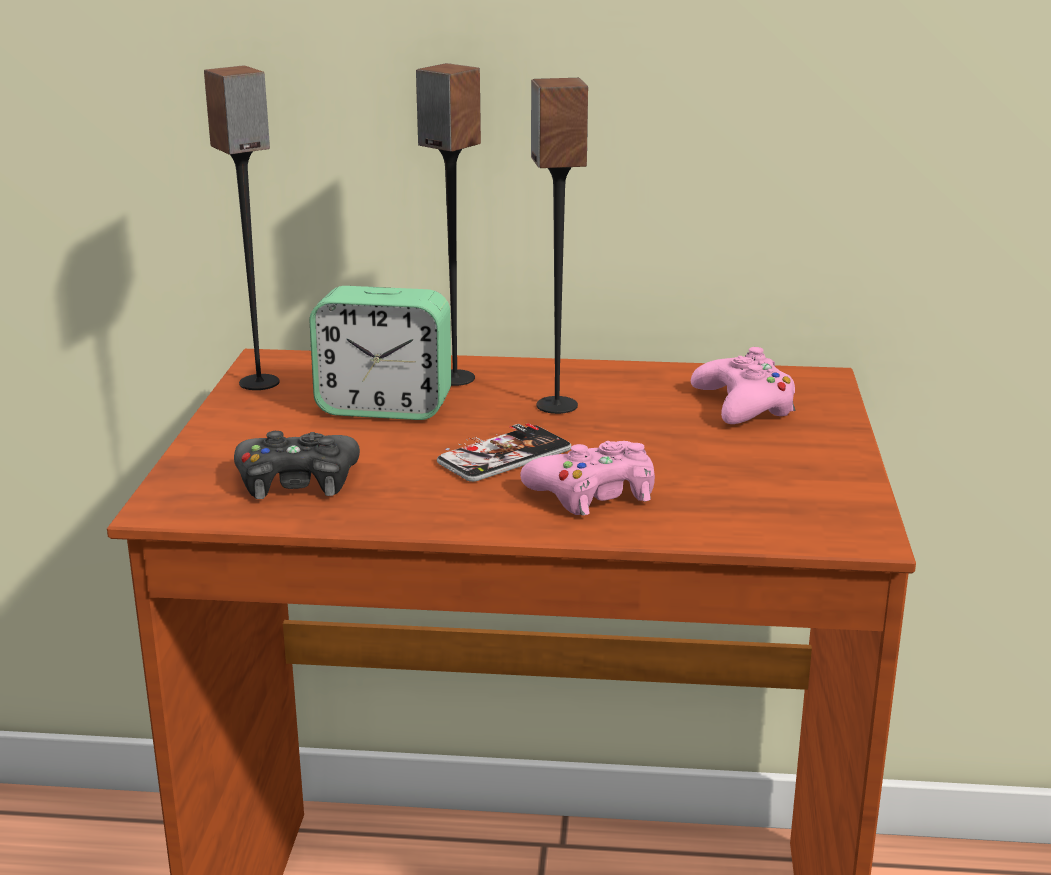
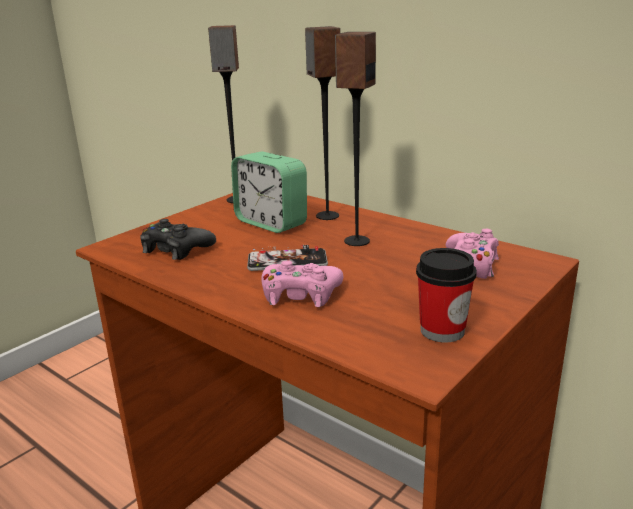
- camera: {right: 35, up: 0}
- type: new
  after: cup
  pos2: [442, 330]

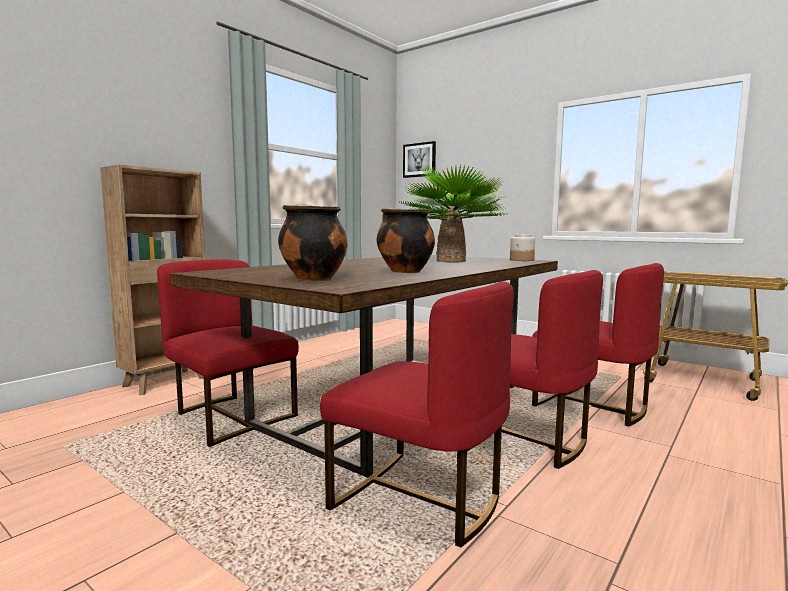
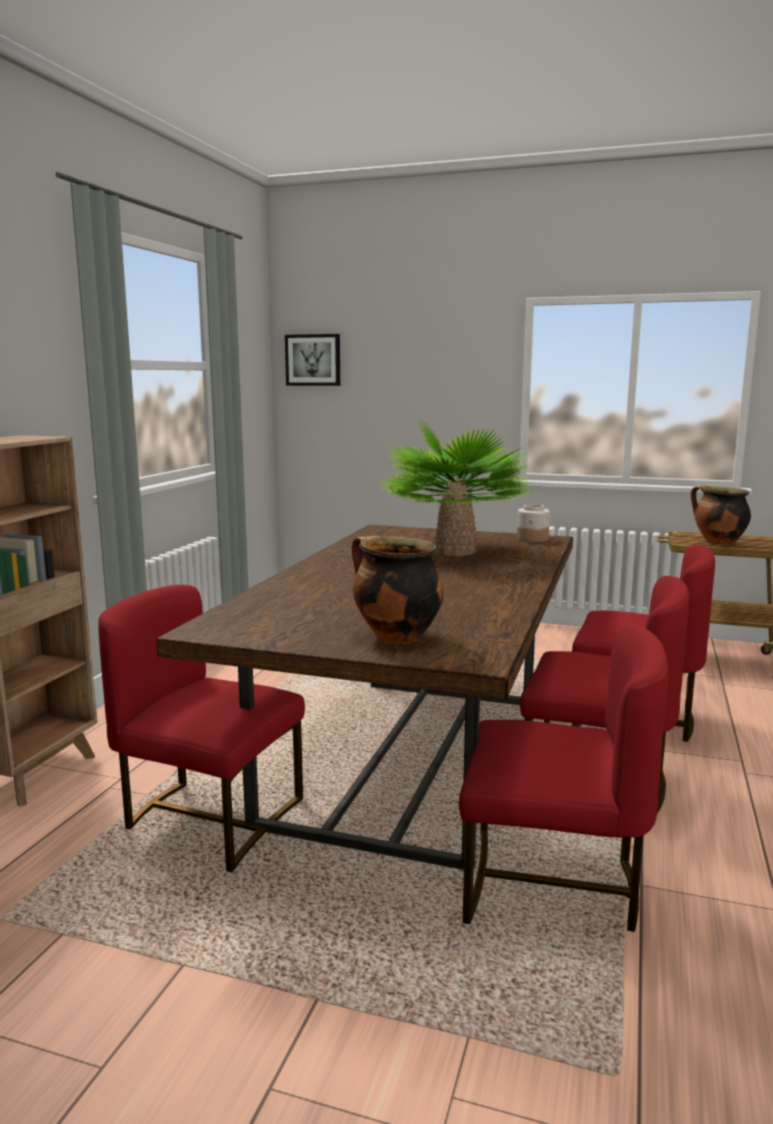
- camera: {right: -20, up: 5}
- type: shifted
  before: cooking pot
  pos1: [403, 271]
  pos2: [717, 542]

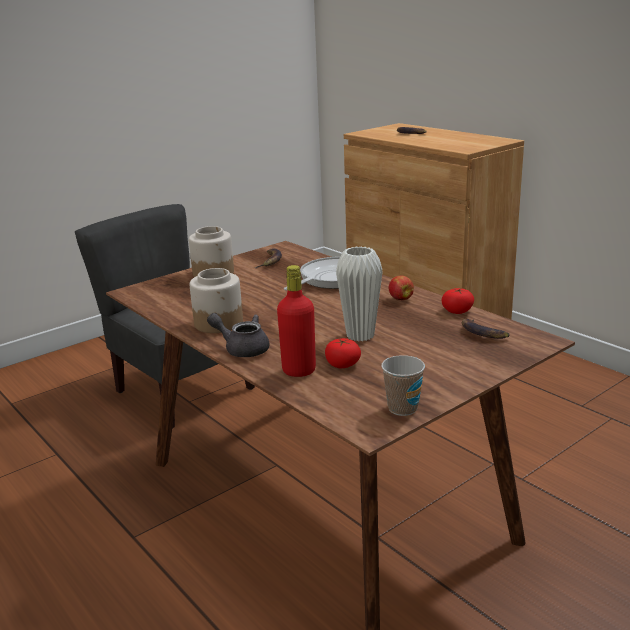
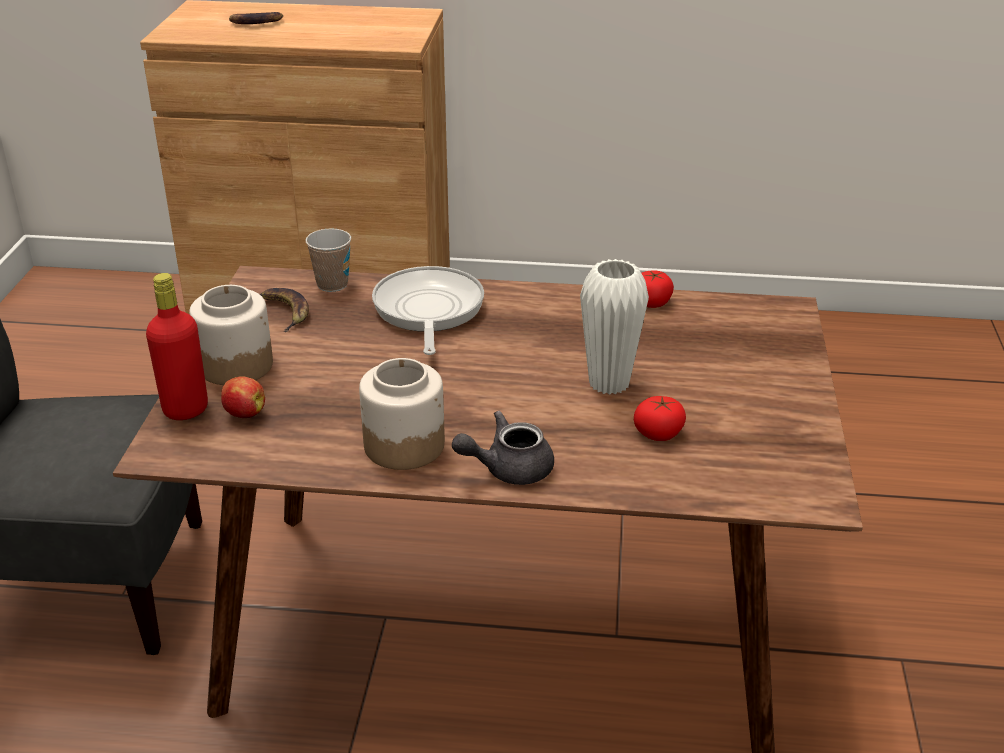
- camera: {right: -45, up: 10}
- type: gone
  before: banana
  pos1: [483, 333]
- type: shifted
  before: red bottle
  pos1: [299, 371]
  pos2: [185, 409]
- type: shifted
  before: cup
  pos1: [402, 408]
  pos2: [332, 284]
- type: shifted
  before: apple
  pos1: [400, 299]
  pos2: [244, 413]

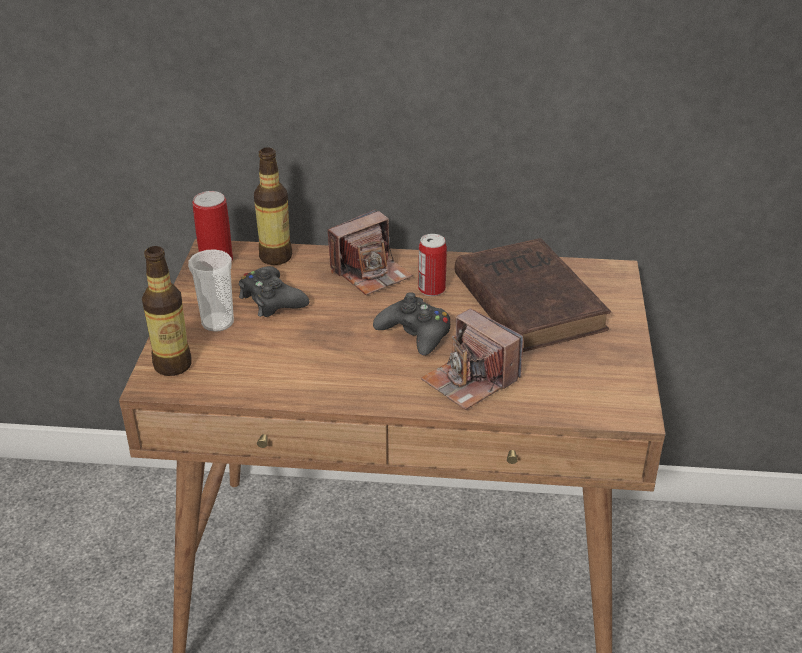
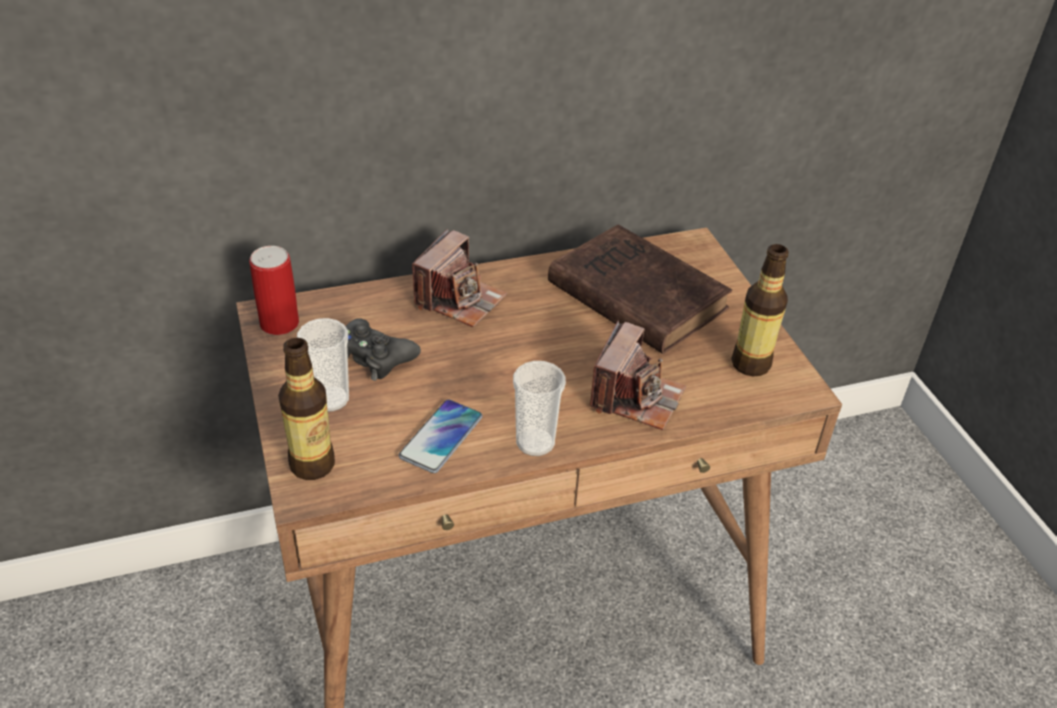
- camera: {right: -25, up: 5}
- type: gone
  before: black game controller
  pos1: [415, 333]
- type: gone
  before: can
  pos1: [431, 289]
- type: new
  after: phone
  pos2: [441, 437]
- type: new
  after: cup
  pos2: [535, 443]
- type: shifted
  before: bottle
  pos1: [276, 257]
  pos2: [750, 364]
- type: rotated
  before: photo camera
  pos1: [470, 380]
  pos2: [636, 397]
  turn: -90

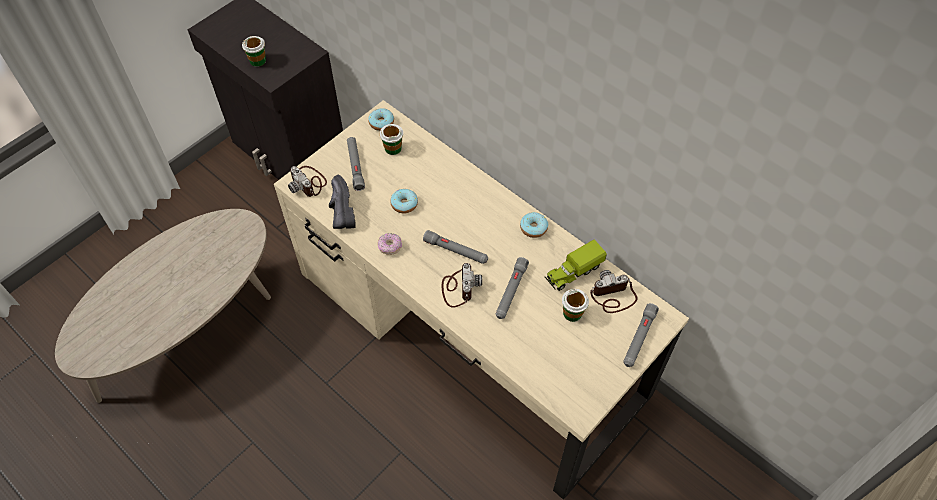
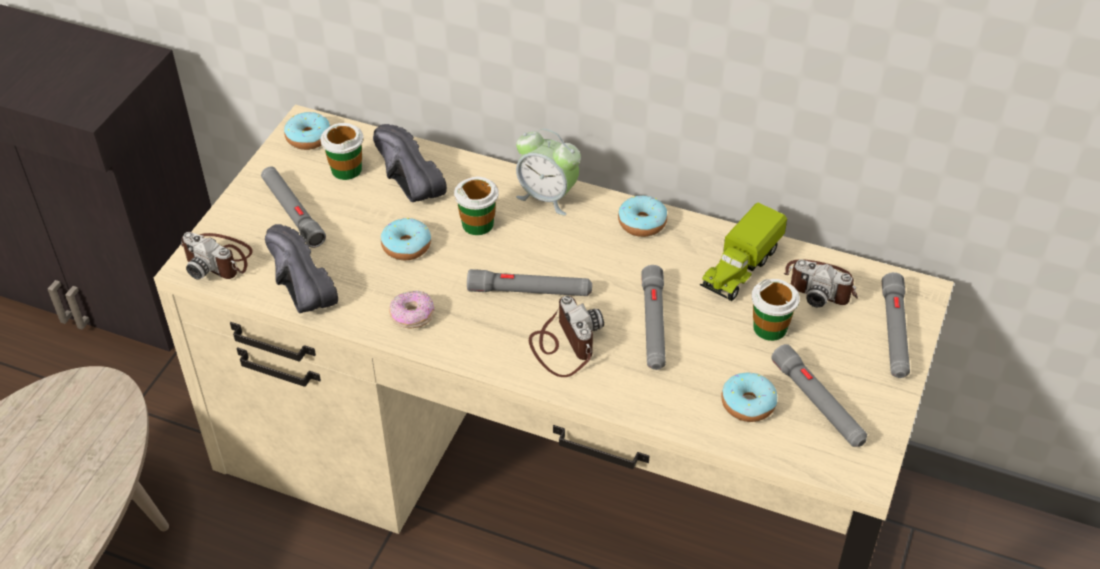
- camera: {right: -20, up: -10}
- type: new
  after: black shoe
  pos2: [402, 180]
- type: new
  after: alarm clock
  pos2: [547, 197]
- type: new
  after: donut
  pos2: [748, 404]
- type: new
  after: grey flashlight
  pos2: [818, 403]
- type: shifted
  before: cup
  pos1: [258, 60]
  pos2: [478, 224]
- type: rotated
  before: photo camera
  pos1: [613, 296]
  pos2: [821, 285]
  turn: -120

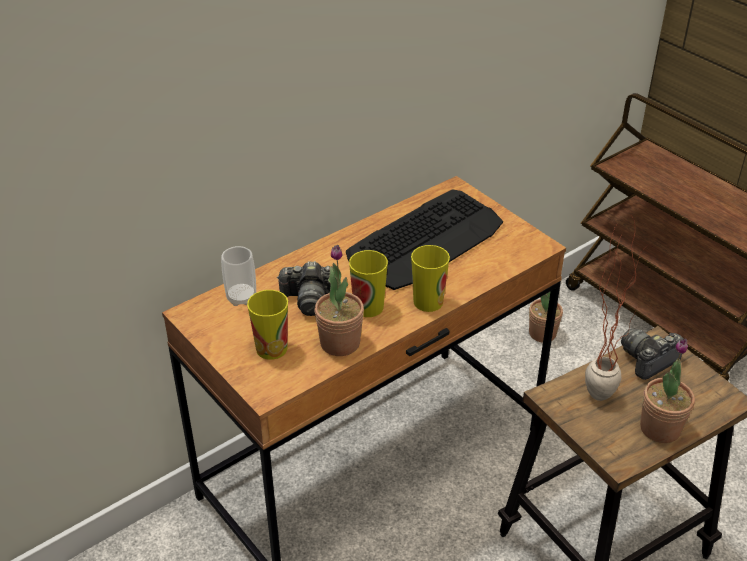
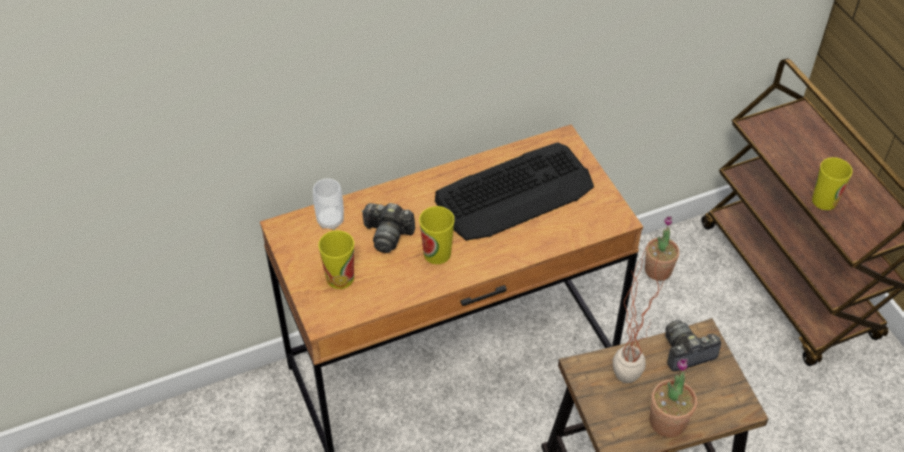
- camera: {right: 15, up: 10}
- type: gone
  before: potted plant
  pos1: [340, 343]
- type: shifted
  before: cup
  pos1: [428, 302]
  pos2: [824, 201]

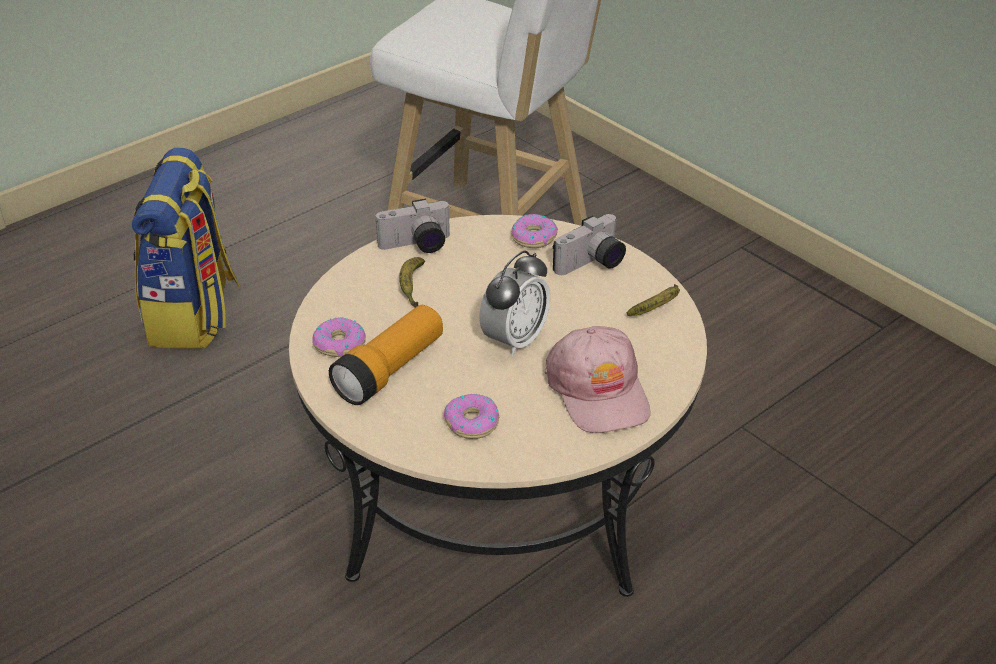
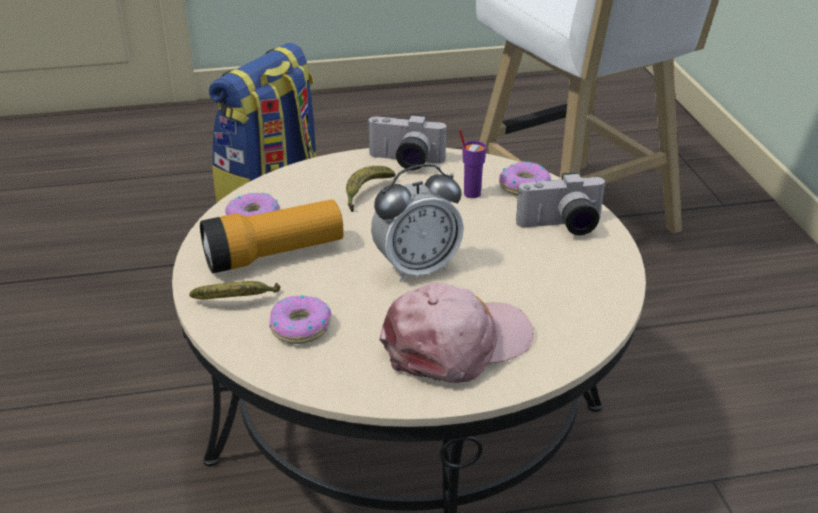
- camera: {right: 30, up: -5}
- type: new
  after: purple cup
  pos2: [471, 193]
- type: shifted
  before: banana
  pos1: [658, 308]
  pos2: [237, 301]
- type: rotated
  before: pink cap
  pos1: [599, 390]
  pos2: [457, 344]
  turn: -135

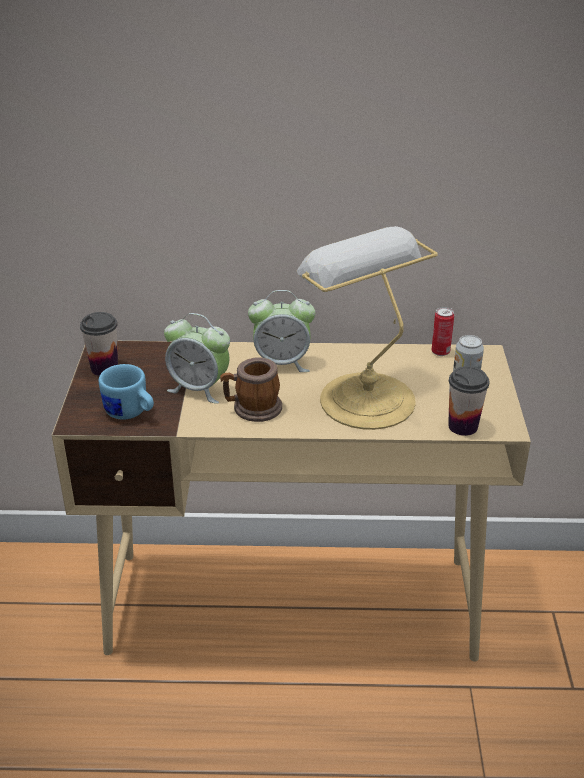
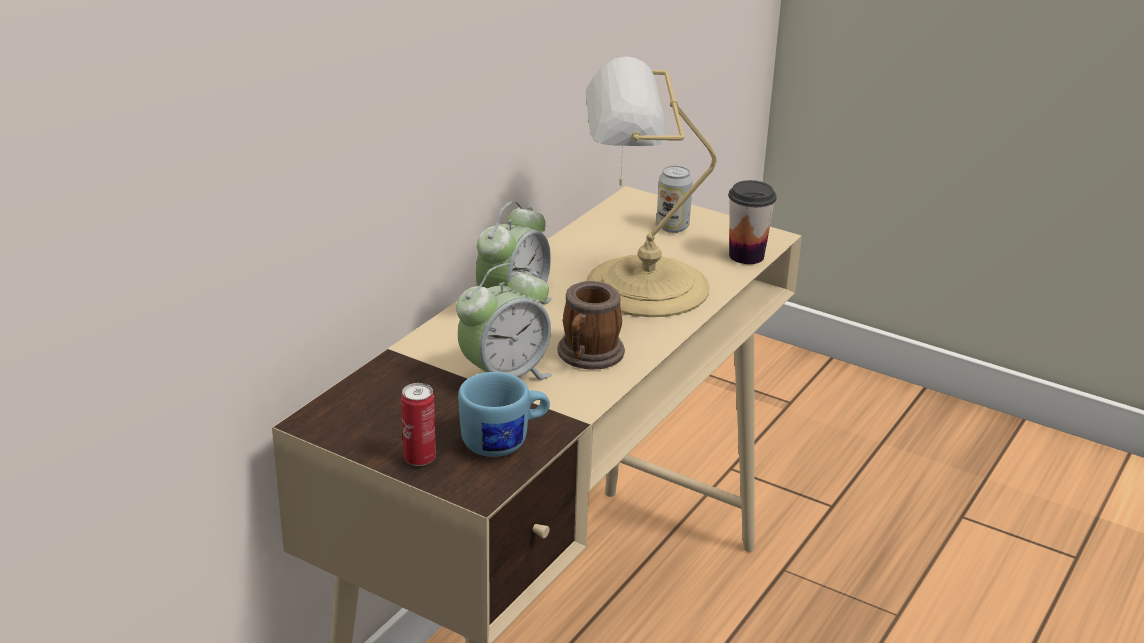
- camera: {right: -60, up: -5}
- type: gone
  before: cup
  pos1: [104, 368]
- type: shifted
  before: can
  pos1: [440, 352]
  pos2: [419, 459]

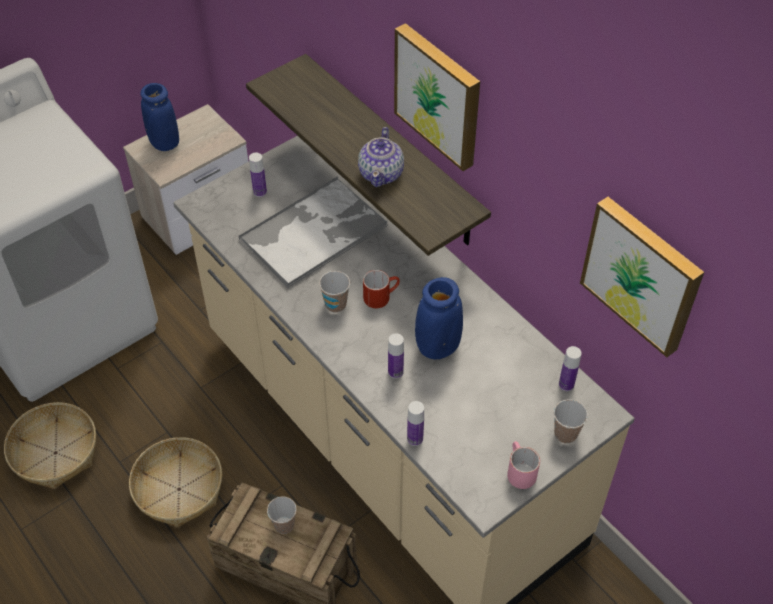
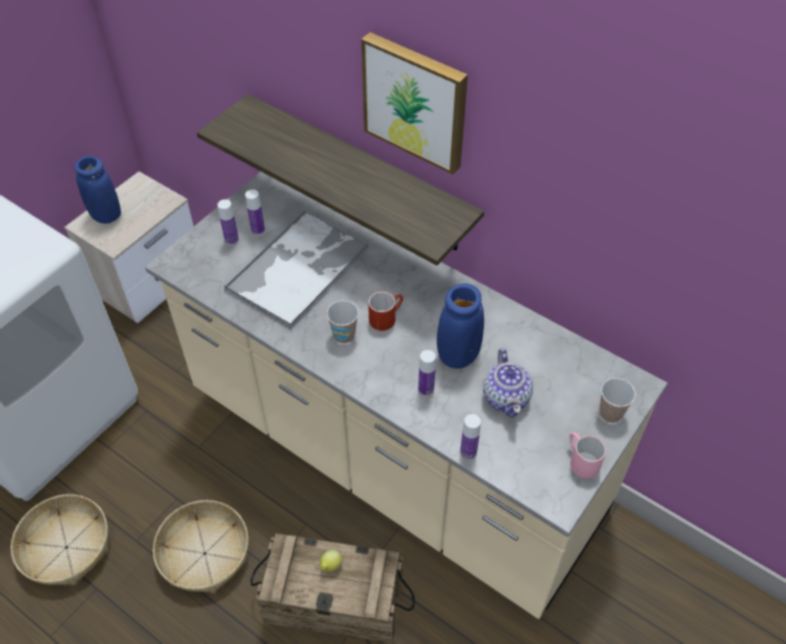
- camera: {right: -15, up: 0}
- type: gone
  before: picture
  pos1: [643, 274]
- type: shifted
  before: teapot
  pos1: [381, 173]
  pos2: [506, 397]
- type: shifted
  before: bottle
  pos1: [566, 385]
  pos2: [258, 230]
- type: swapped
  before: cup
  after: lemon
  pos1: [284, 525]
  pos2: [330, 566]

